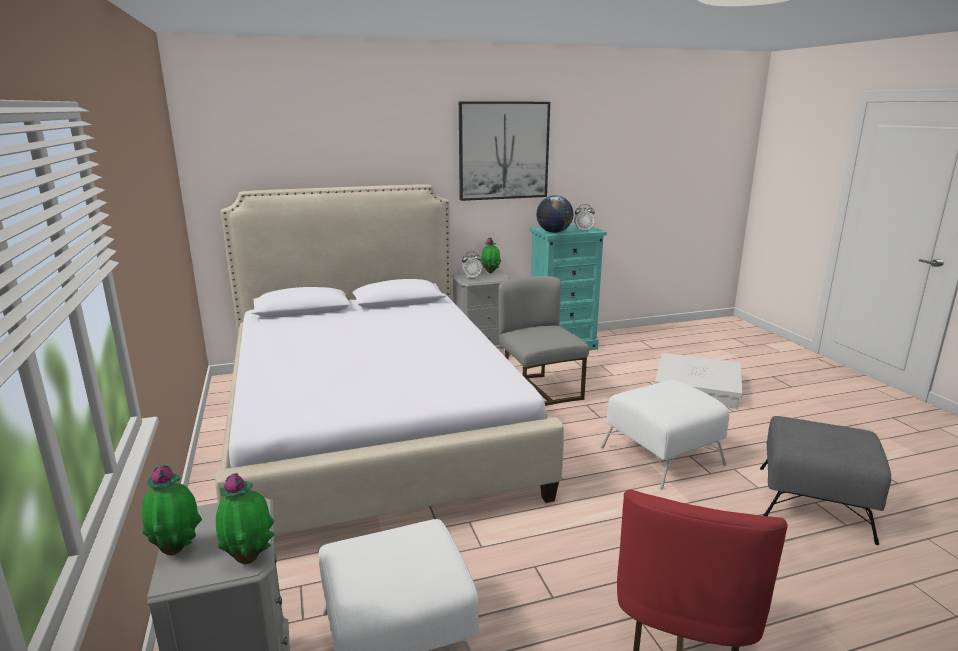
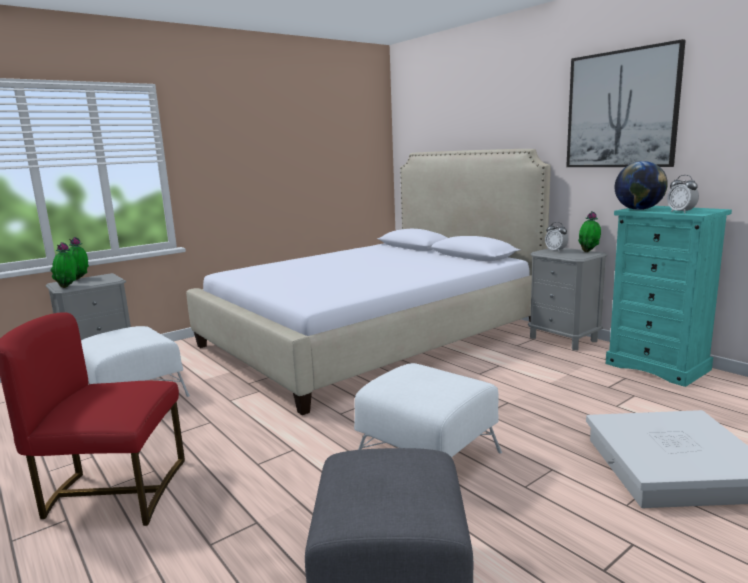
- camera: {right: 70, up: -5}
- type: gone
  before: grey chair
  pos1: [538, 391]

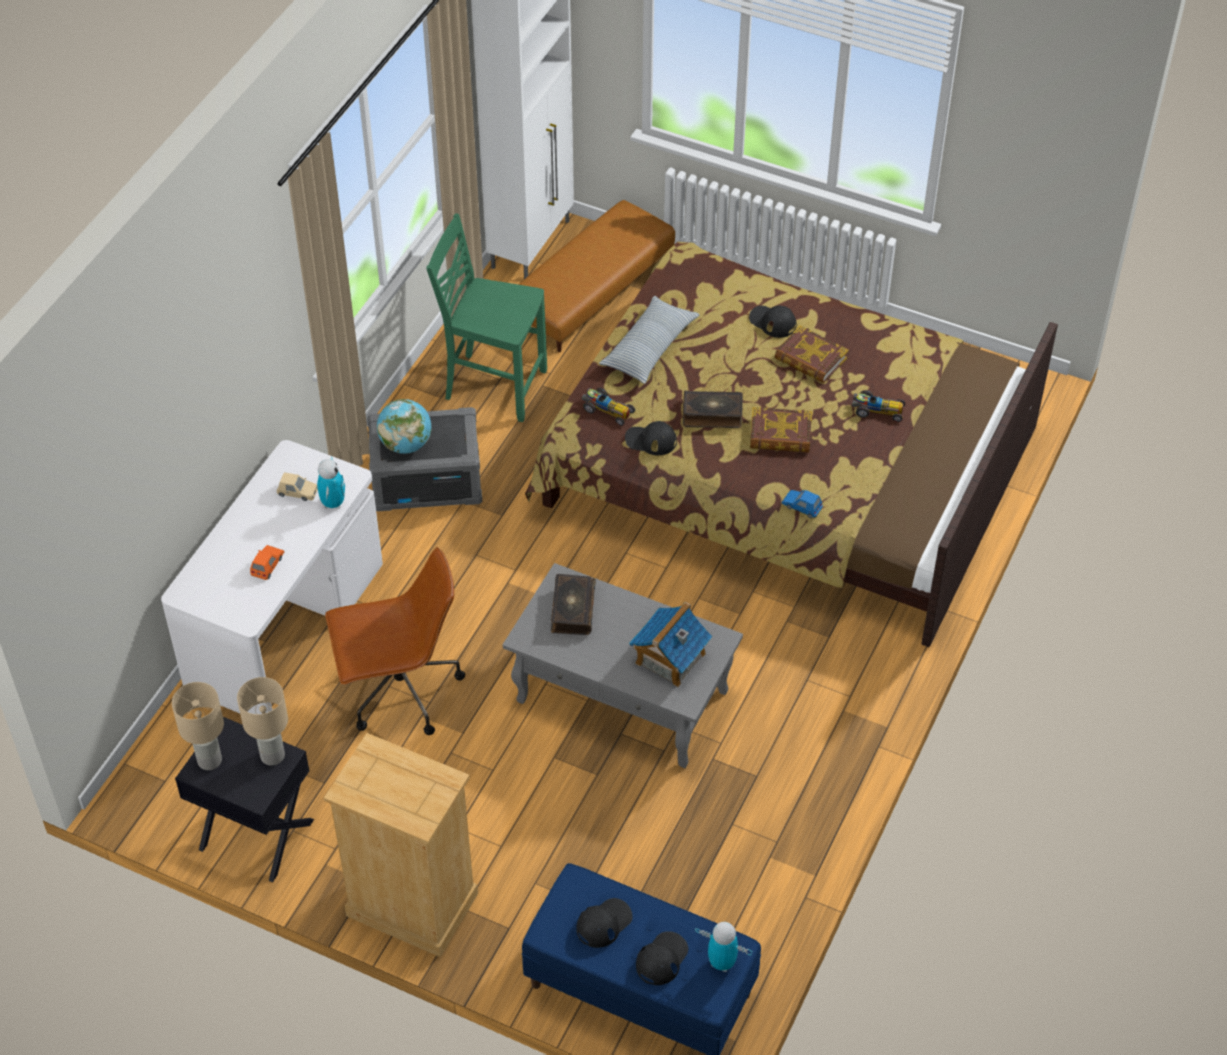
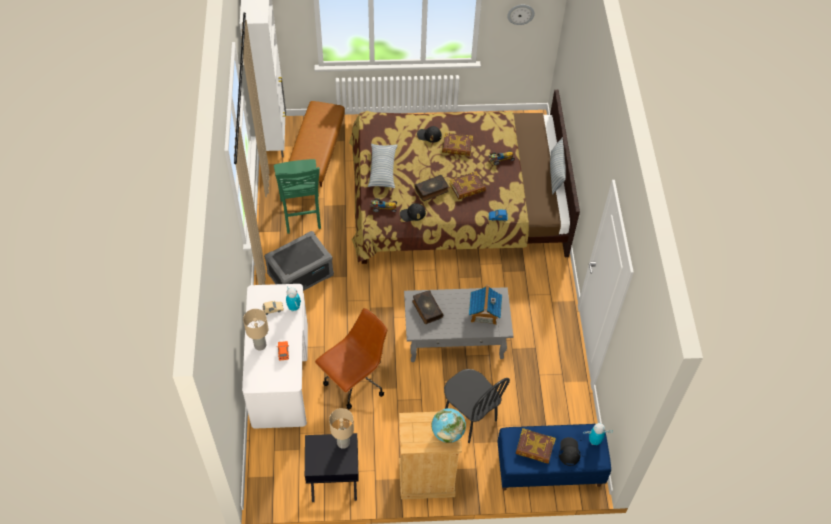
- camera: {right: -30, up: 5}
- type: new
  after: black chair
  pos2: [469, 418]
- type: new
  after: wall clock
  pos2: [520, 14]
- type: new
  after: pillow
  pos2: [556, 173]
- type: shifted
  before: beige table lamp
  pos1: [209, 760]
  pos2: [260, 345]
- type: shifted
  before: globe
  pos1: [406, 444]
  pos2: [447, 432]
- type: swapped
  before: black cap
  after: book
  pos1: [604, 923]
  pos2: [534, 448]
- type: rotated
  before: green chair
  pos1: [493, 385]
  pos2: [301, 215]
  turn: -90

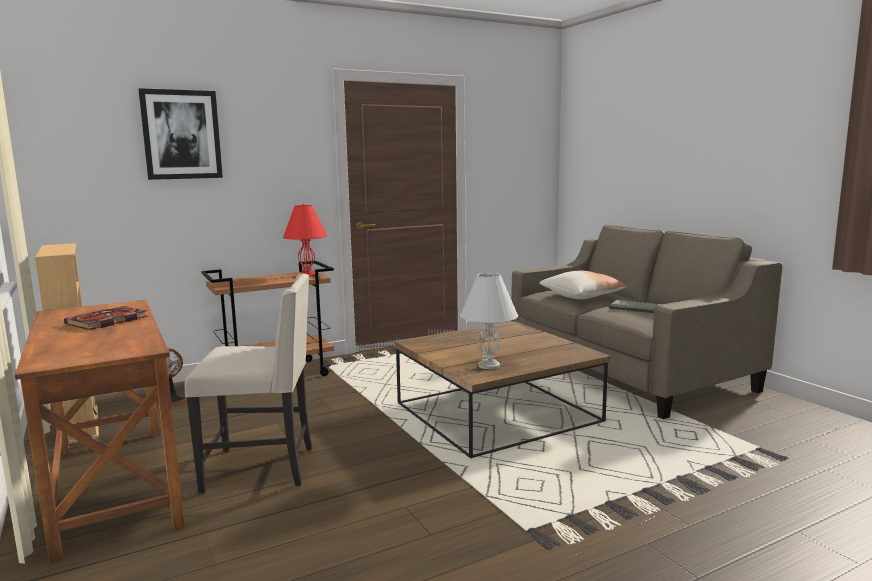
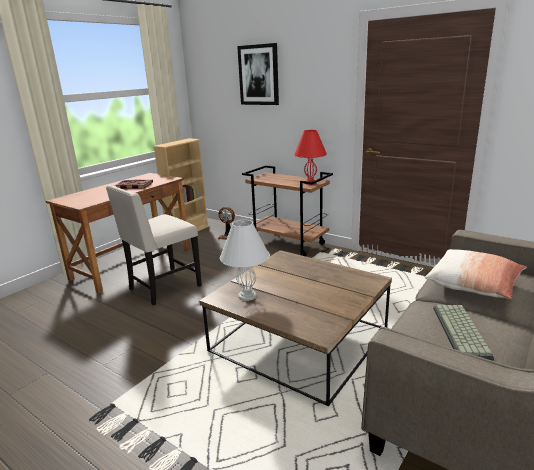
- camera: {right: 65, up: 10}
- type: rotated
  before: beige chair
  pos1: [262, 468]
  pos2: [163, 288]
  turn: 75

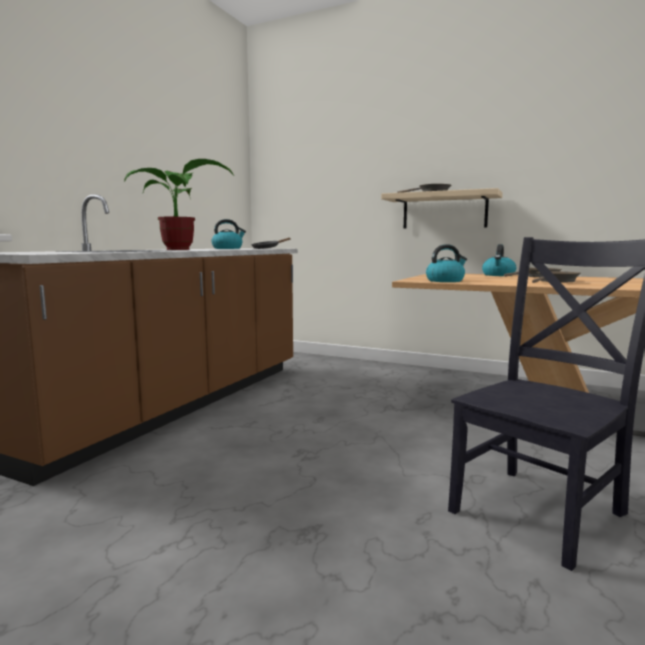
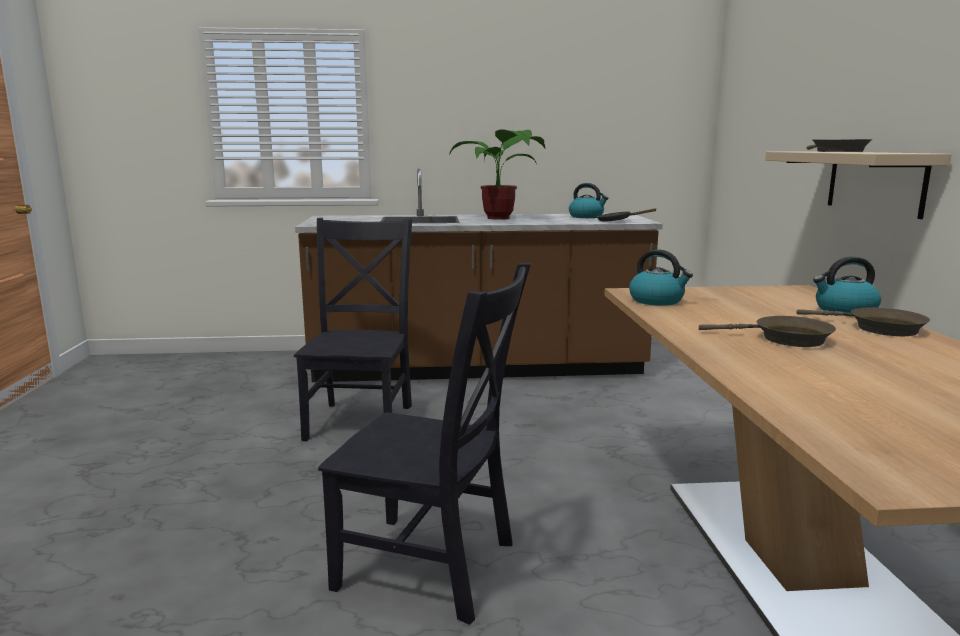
- camera: {right: 60, up: 5}
- type: new
  after: black chair
  pos2: [361, 420]

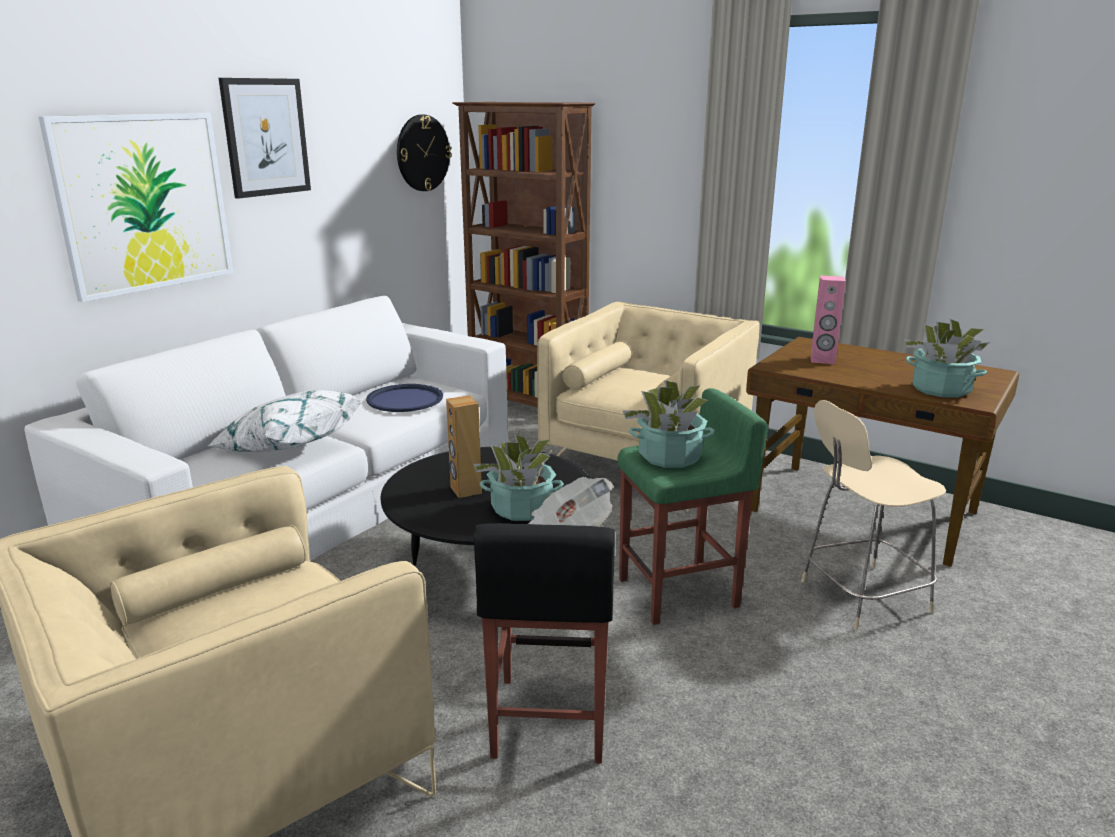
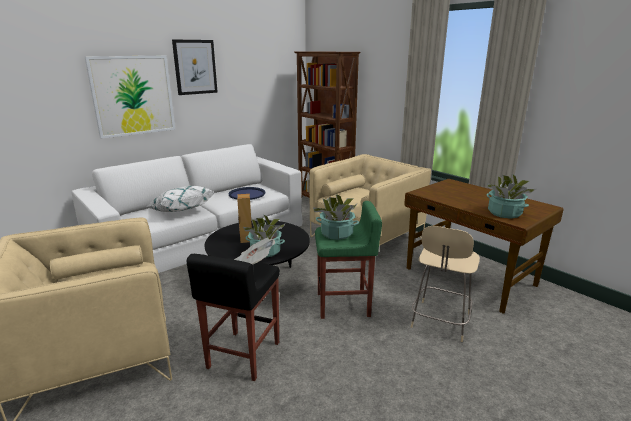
- camera: {right: 15, up: 0}
- type: gone
  before: wall clock
  pos1: [422, 153]
- type: gone
  before: pink speaker
  pos1: [822, 360]
- type: rotated
  before: beige chair
  pos1: [860, 597]
  pos2: [440, 322]
  turn: -60

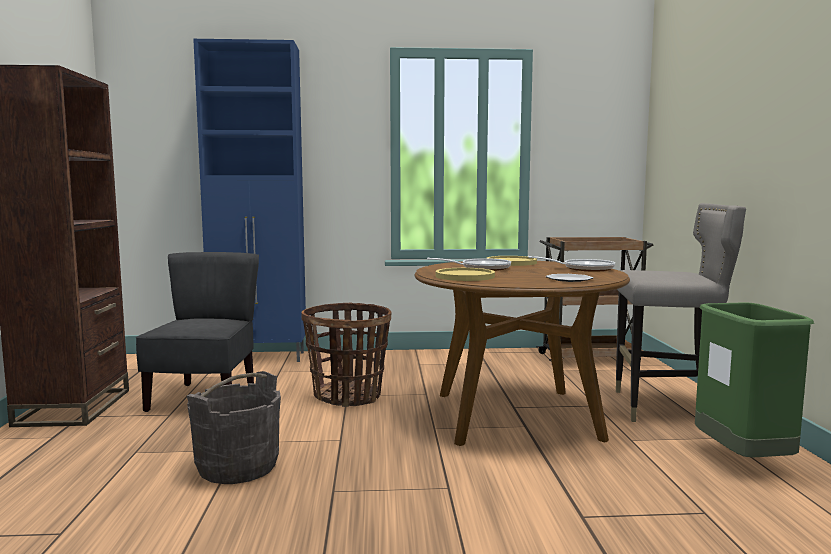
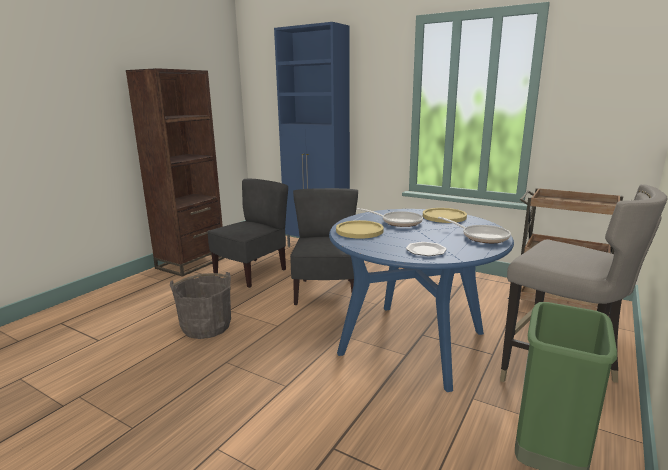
- camera: {right: 35, up: 10}
- type: swapped
  before: basket
  after: grey chair
  pos1: [348, 396]
  pos2: [326, 292]
- type: repainted
  before: brown dining table
  after: blue dining table
  pos1: [515, 415]
  pos2: [412, 343]

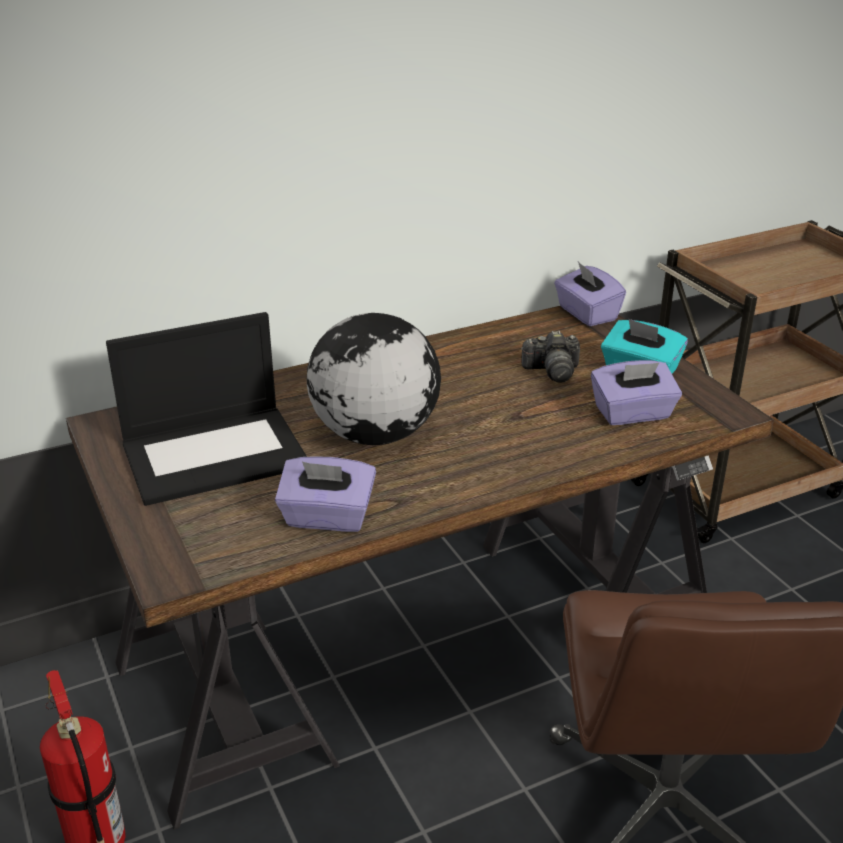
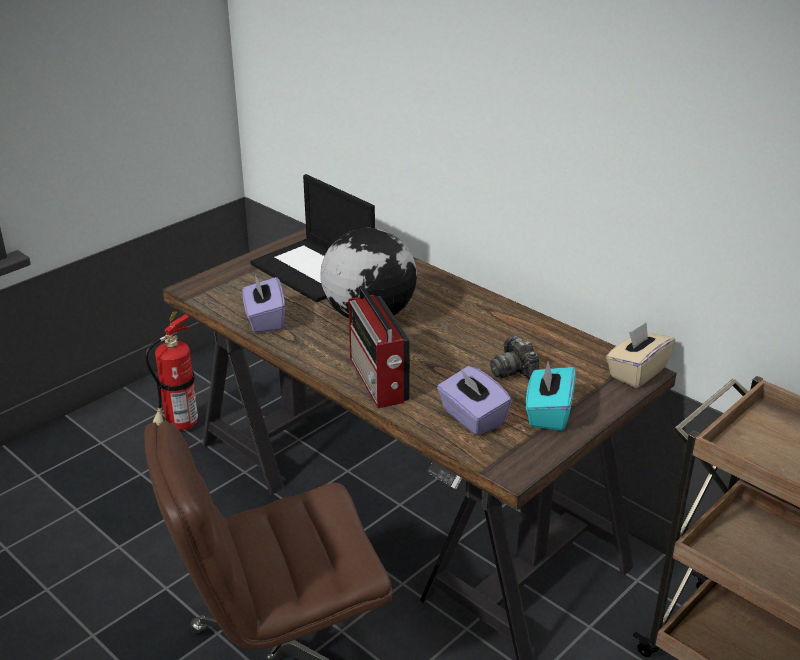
- camera: {right: 70, up: 0}
- type: new
  after: radio
  pos2: [378, 381]
- type: repainted
  before: purple tissue box
  after: beige tissue box
  pos1: [586, 314]
  pos2: [636, 372]

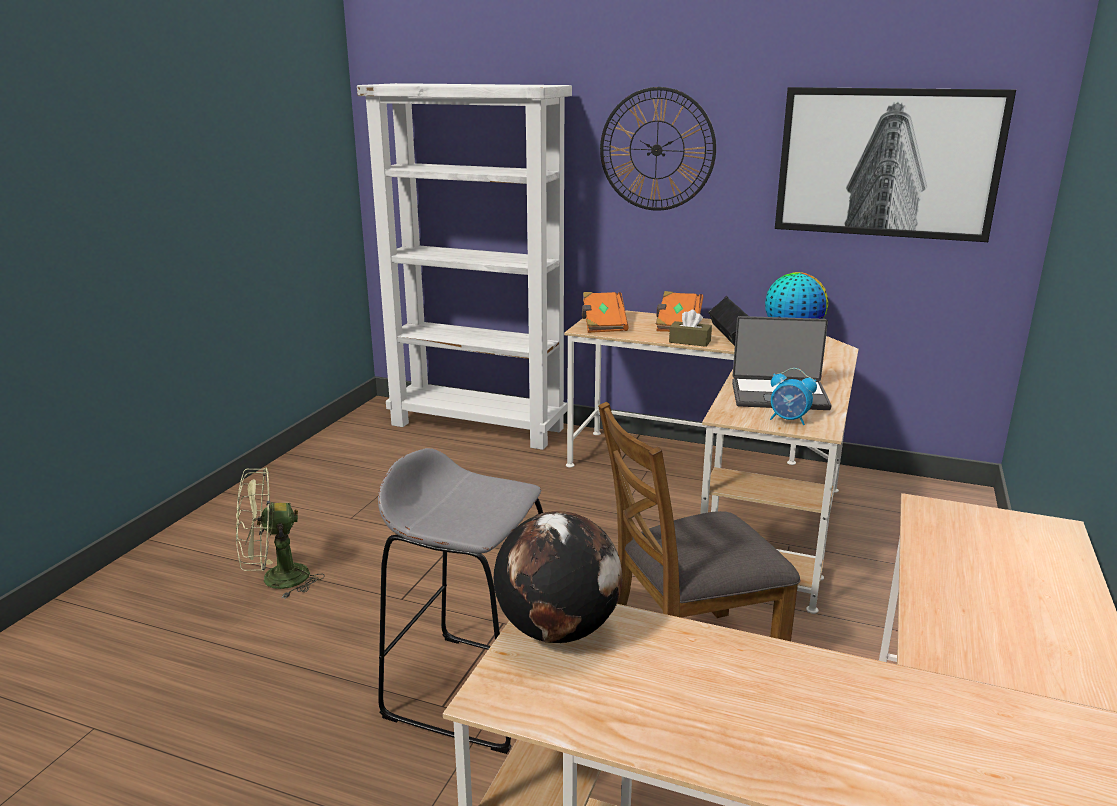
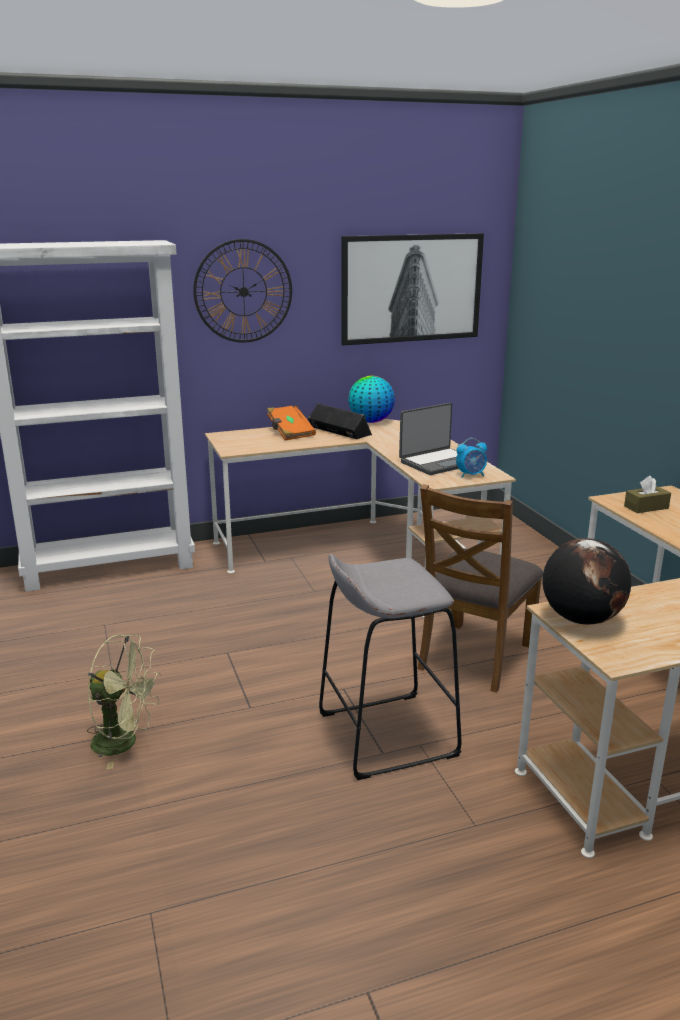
- camera: {right: -40, up: 0}
- type: gone
  before: orange book
  pos1: [603, 324]
- type: shifted
  before: brown tissue box
  pos1: [689, 341]
  pos2: [646, 507]
- type: rotated
  before: green fan
  pos1: [275, 580]
  pos2: [124, 743]
  turn: -105

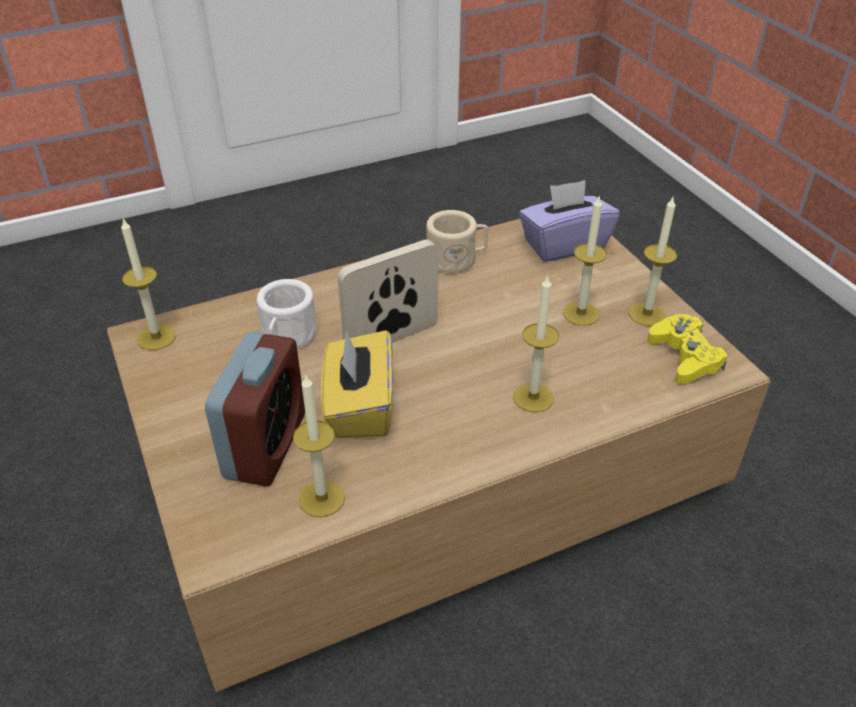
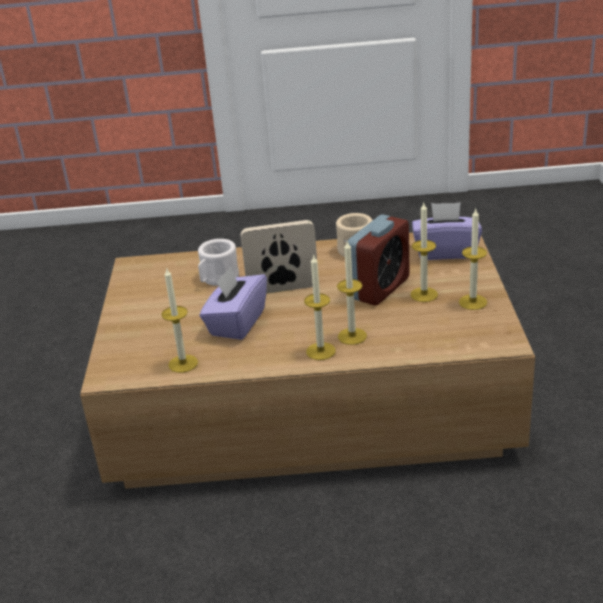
- camera: {right: 25, up: -10}
- type: gone
  before: yellow game controller
  pos1: [684, 357]
- type: shifted
  before: candle
  pos1: [156, 337]
  pos2: [320, 351]
- type: shifted
  before: alarm clock
  pos1: [265, 445]
  pos2: [380, 288]
- type: repainted
  before: yellow tissue box
  after: purple tissue box
  pos1: [359, 408]
  pos2: [236, 323]

